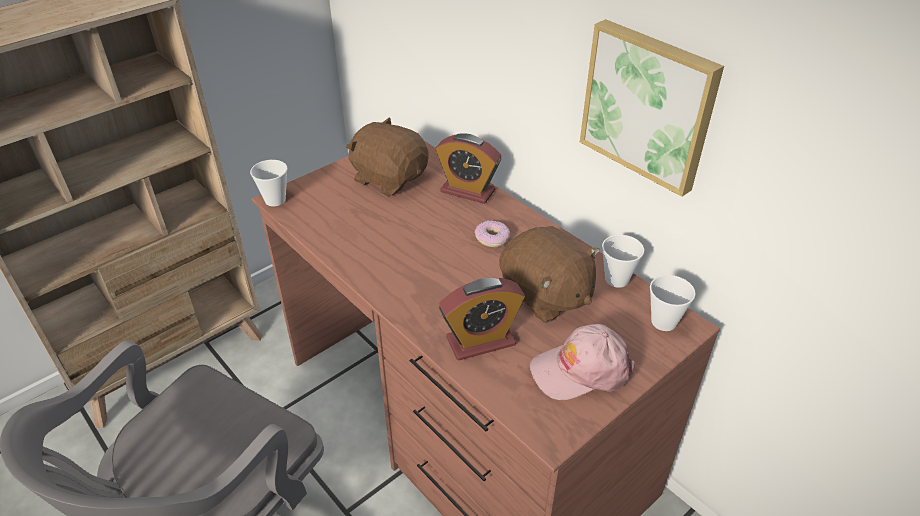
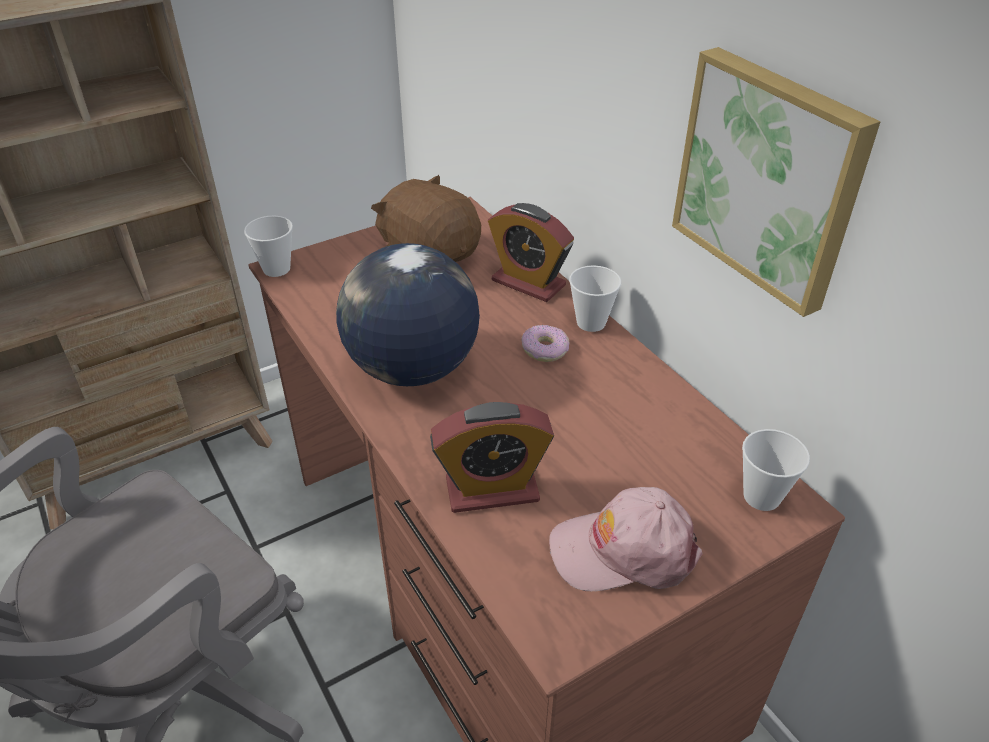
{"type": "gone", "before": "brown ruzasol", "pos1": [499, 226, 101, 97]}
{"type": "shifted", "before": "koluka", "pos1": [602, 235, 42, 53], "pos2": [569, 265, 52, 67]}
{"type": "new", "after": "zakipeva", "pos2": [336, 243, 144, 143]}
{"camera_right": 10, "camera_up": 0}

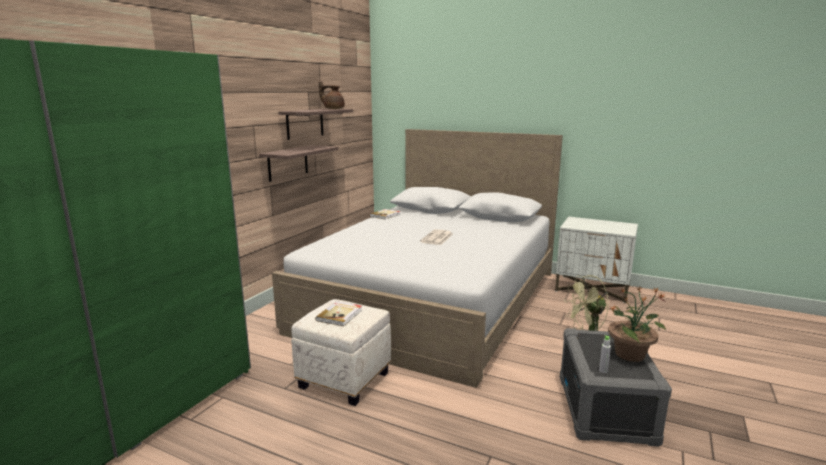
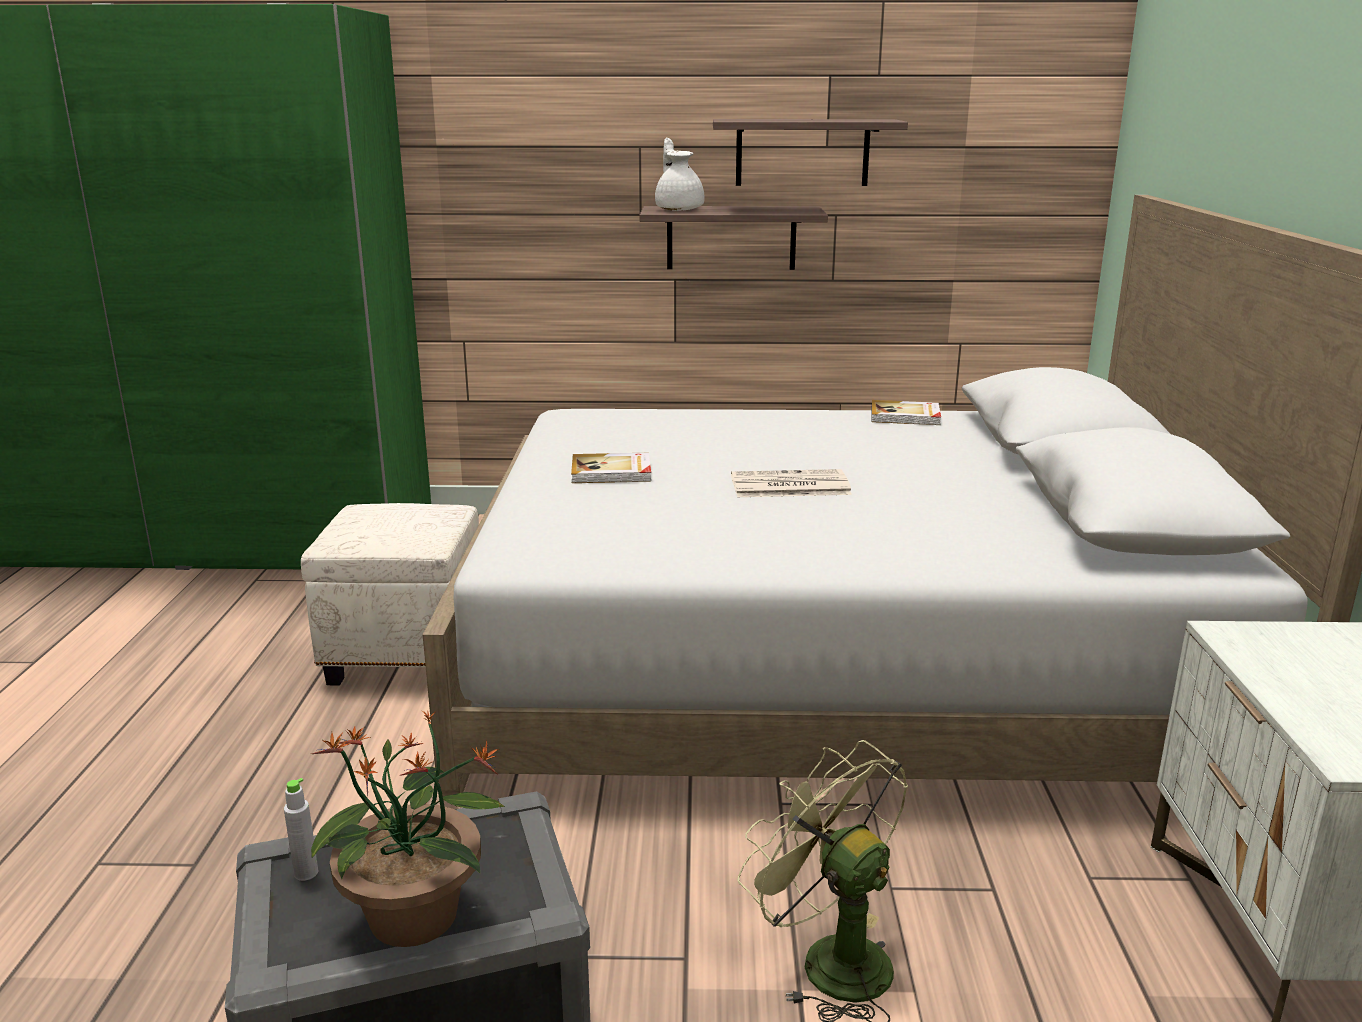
{"type": "shifted", "before": "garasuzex", "pos1": [315, 301, 47, 25], "pos2": [571, 453, 80, 30]}
{"type": "gone", "before": "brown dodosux", "pos1": [319, 81, 26, 28]}
{"type": "new", "after": "white dodosux", "pos2": [655, 138, 50, 73]}
{"camera_right": 65, "camera_up": 5}

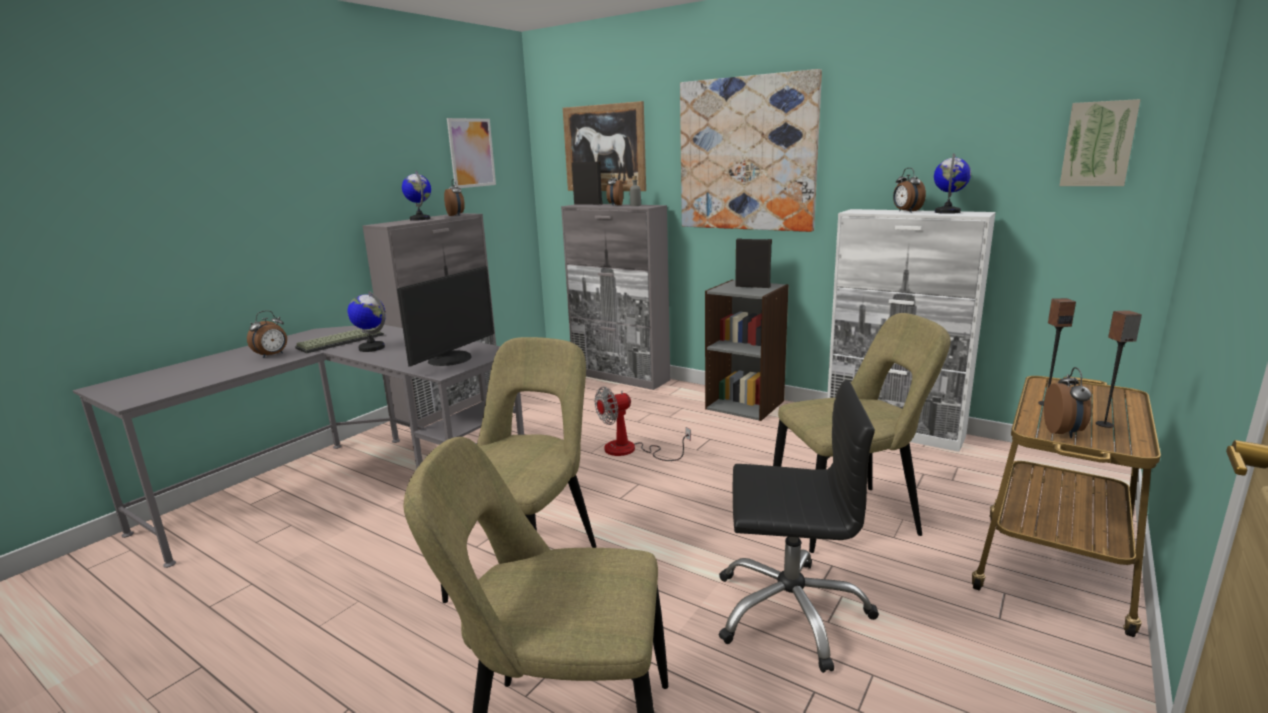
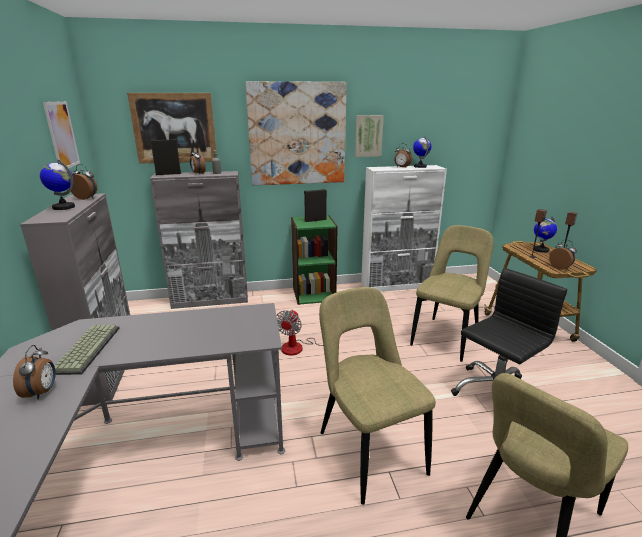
{"type": "shifted", "before": "zakipeva", "pos1": [347, 291, 38, 61], "pos2": [534, 216, 23, 37]}
{"type": "gone", "before": "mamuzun", "pos1": [397, 266, 97, 101]}
{"type": "repainted", "before": "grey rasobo", "after": "green rasobo", "pos1": [705, 280, 84, 141], "pos2": [291, 215, 47, 90]}
{"type": "shifted", "before": "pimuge", "pos1": [1059, 99, 82, 87], "pos2": [355, 115, 29, 42]}
{"camera_right": -45, "camera_up": 5}

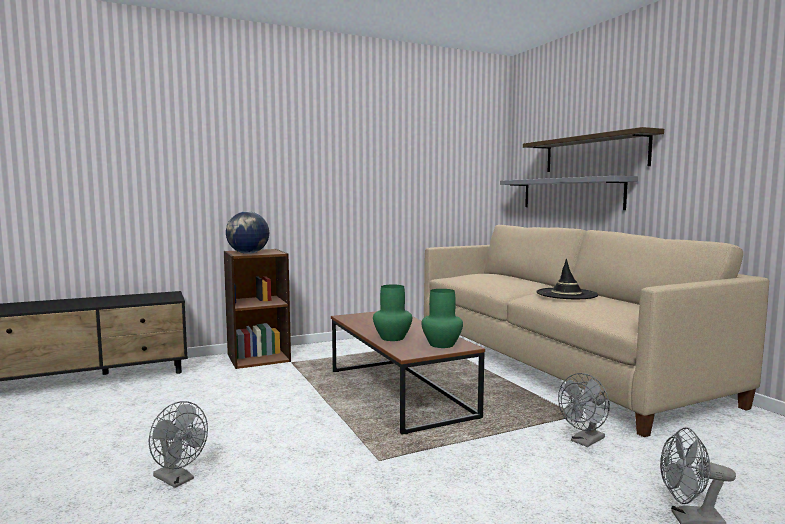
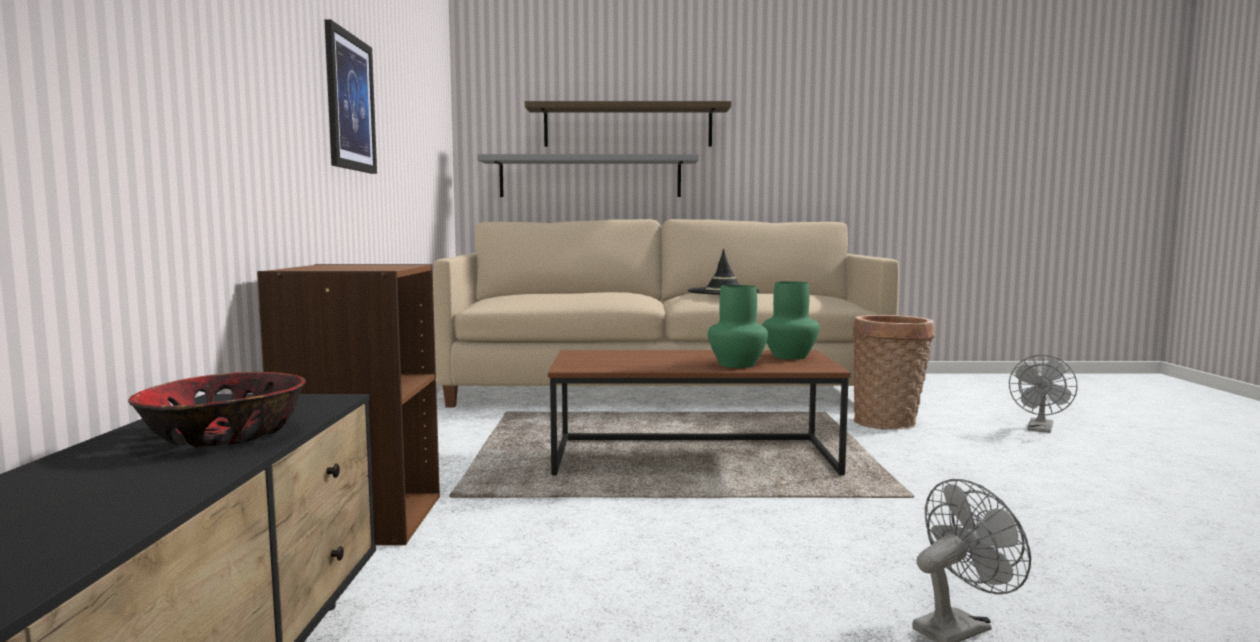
{"type": "gone", "before": "zakipeva", "pos1": [226, 211, 43, 43]}
{"type": "swapped", "before": "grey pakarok", "after": "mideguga", "pos1": [558, 373, 52, 74], "pos2": [853, 315, 82, 114]}
{"type": "new", "after": "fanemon", "pos2": [128, 372, 178, 75]}
{"type": "new", "after": "pimuge", "pos2": [325, 19, 52, 155]}
{"camera_right": -65, "camera_up": 0}

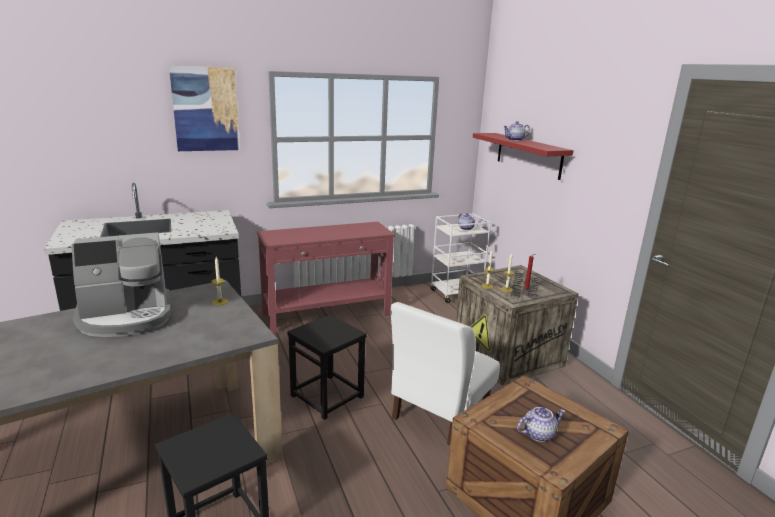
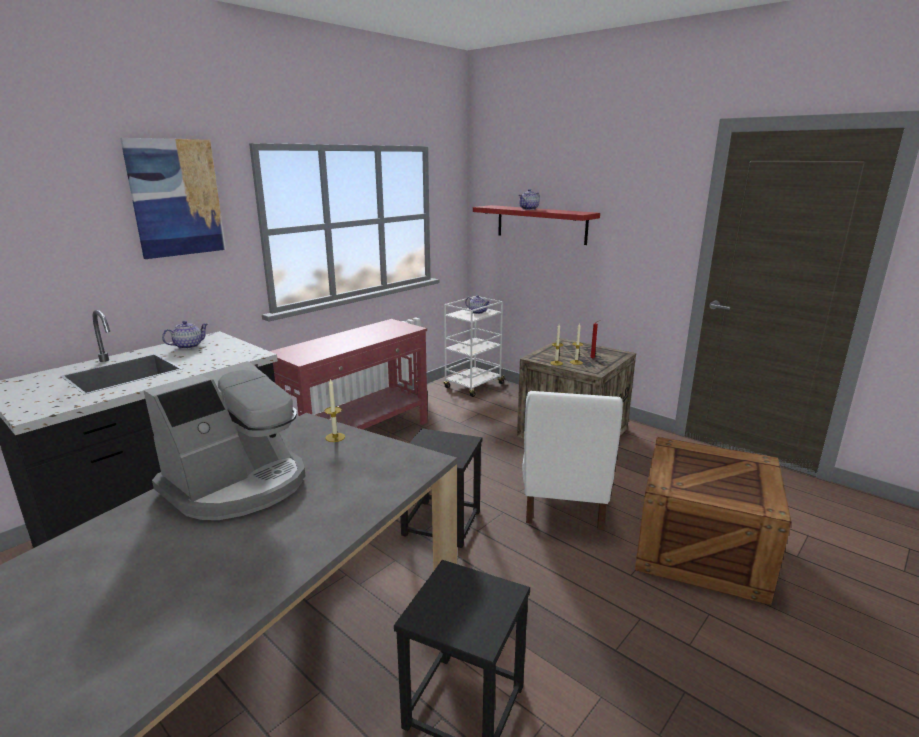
{"type": "shifted", "before": "dodosux", "pos1": [517, 407, 49, 35], "pos2": [162, 321, 46, 28]}
{"camera_right": -25, "camera_up": 0}

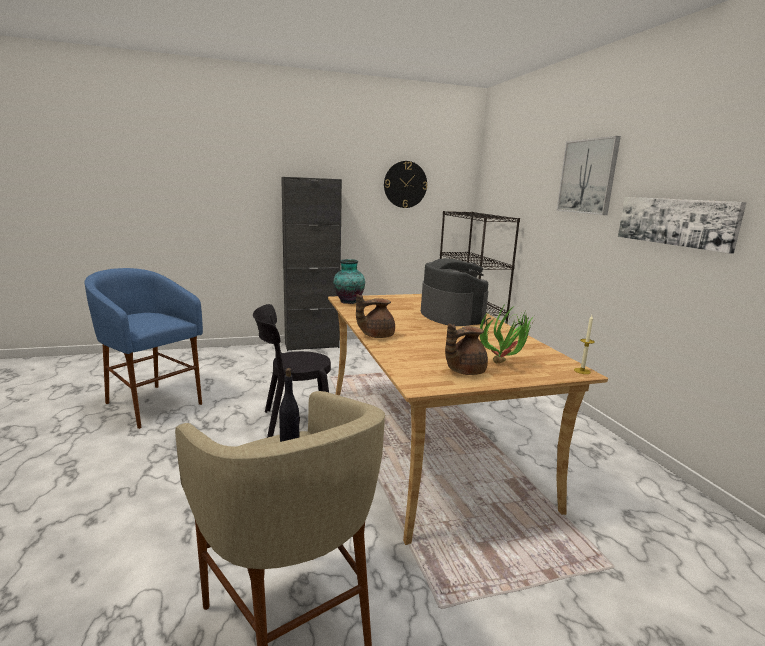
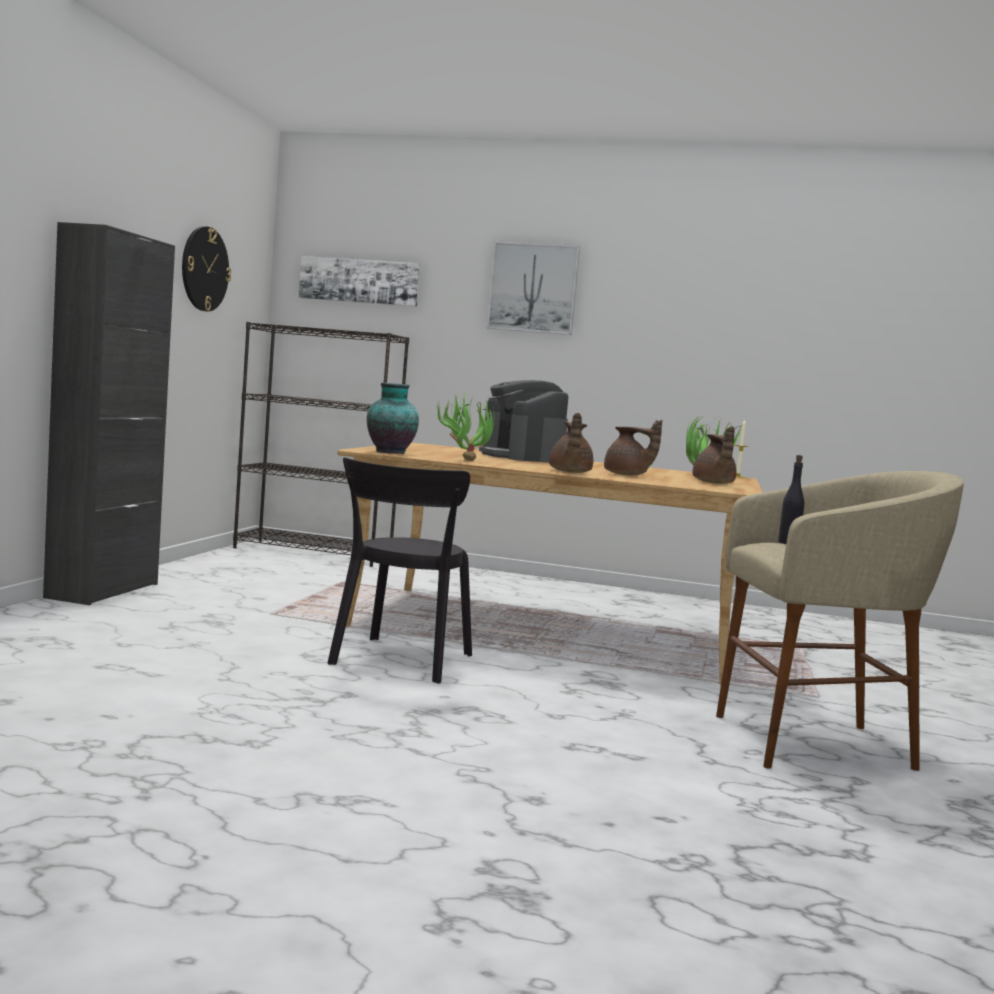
{"type": "gone", "before": "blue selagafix", "pos1": [84, 268, 119, 161]}
{"type": "rotated", "before": "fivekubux", "pos1": [421, 258, 67, 68], "pos2": [479, 380, 89, 83], "turn": -120}
{"type": "shifted", "before": "pimuge", "pos1": [618, 197, 129, 56], "pos2": [299, 256, 121, 51]}
{"type": "new", "after": "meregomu", "pos2": [436, 393, 58, 68]}
{"type": "new", "after": "brown dodosux", "pos2": [604, 420, 58, 55]}
{"camera_right": -60, "camera_up": -10}

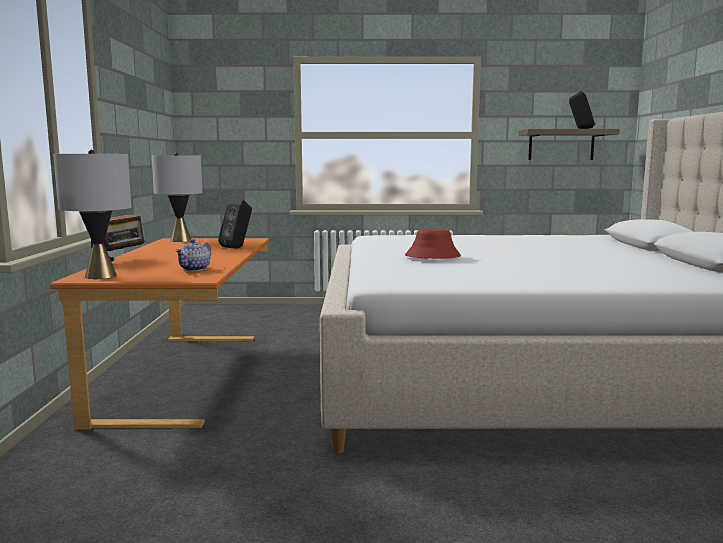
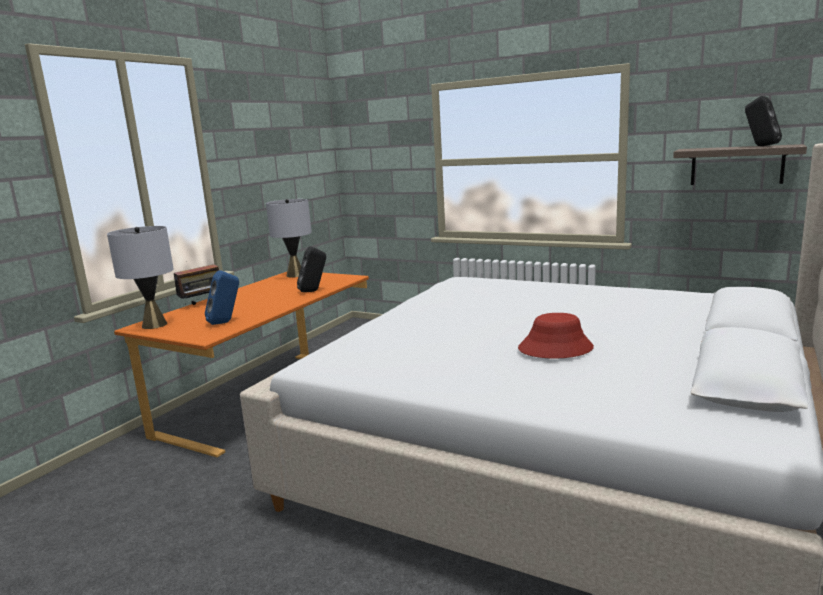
{"type": "swapped", "before": "dodosux", "after": "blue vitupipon", "pos1": [175, 239, 36, 32], "pos2": [205, 270, 34, 55]}
{"type": "shifted", "before": "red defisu", "pos1": [405, 229, 56, 30], "pos2": [518, 313, 76, 46]}
{"camera_right": 30, "camera_up": 5}

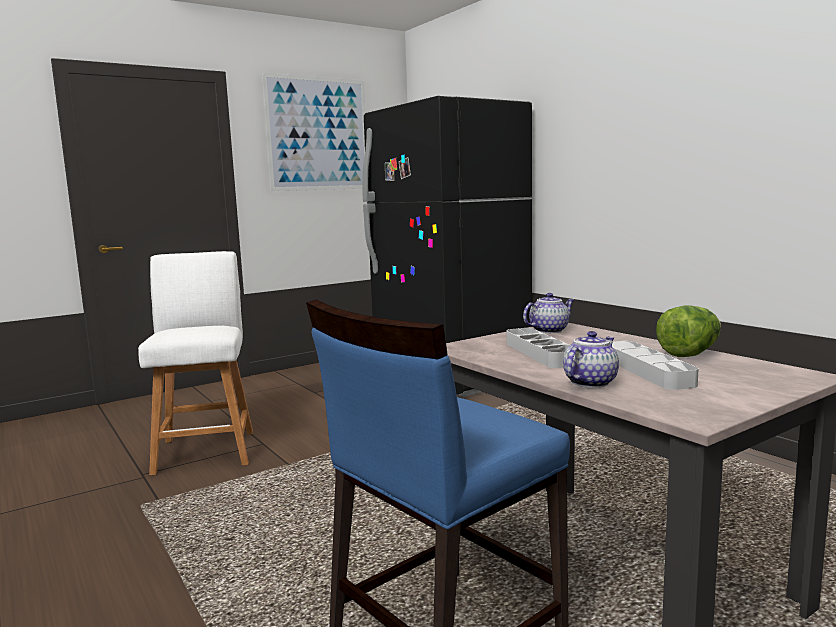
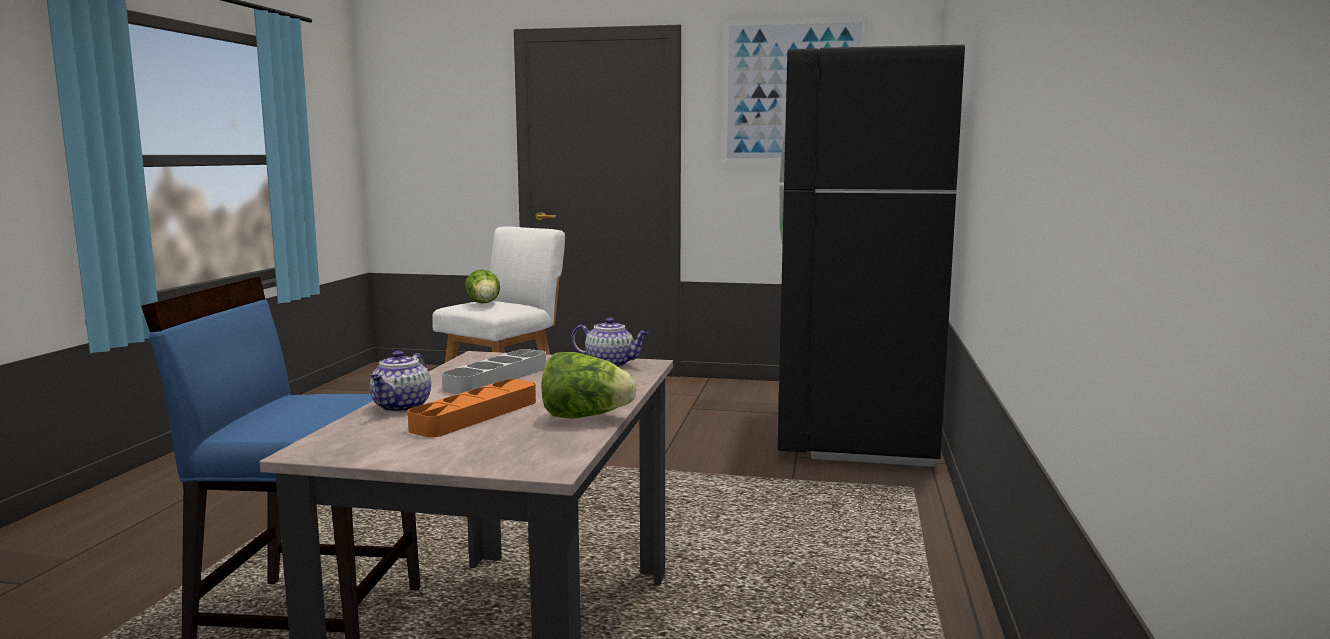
{"type": "rotated", "before": "dodosux", "pos1": [563, 331, 56, 57], "pos2": [370, 351, 61, 61], "turn": 105}
{"type": "repainted", "before": "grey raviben", "after": "orange raviben", "pos1": [612, 341, 87, 49], "pos2": [408, 379, 128, 58]}
{"type": "new", "after": "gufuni", "pos2": [465, 270, 35, 34]}
{"camera_right": 45, "camera_up": 0}

